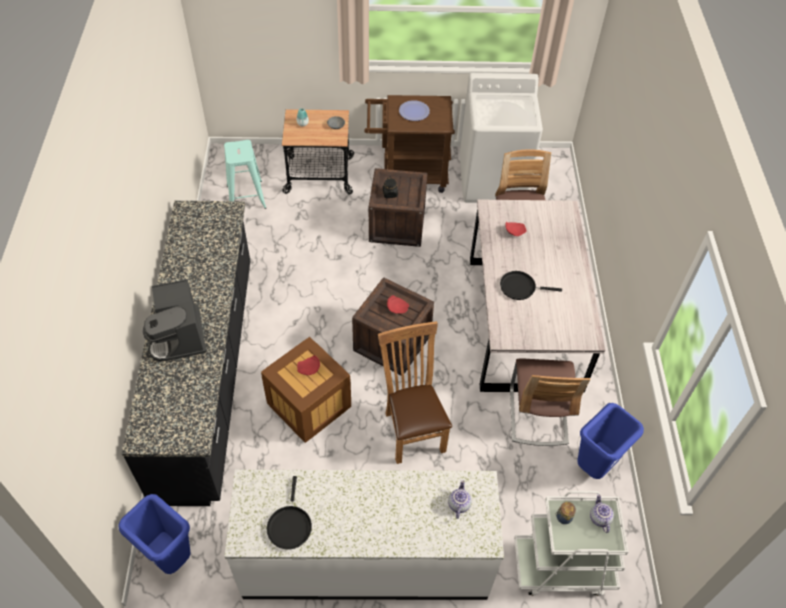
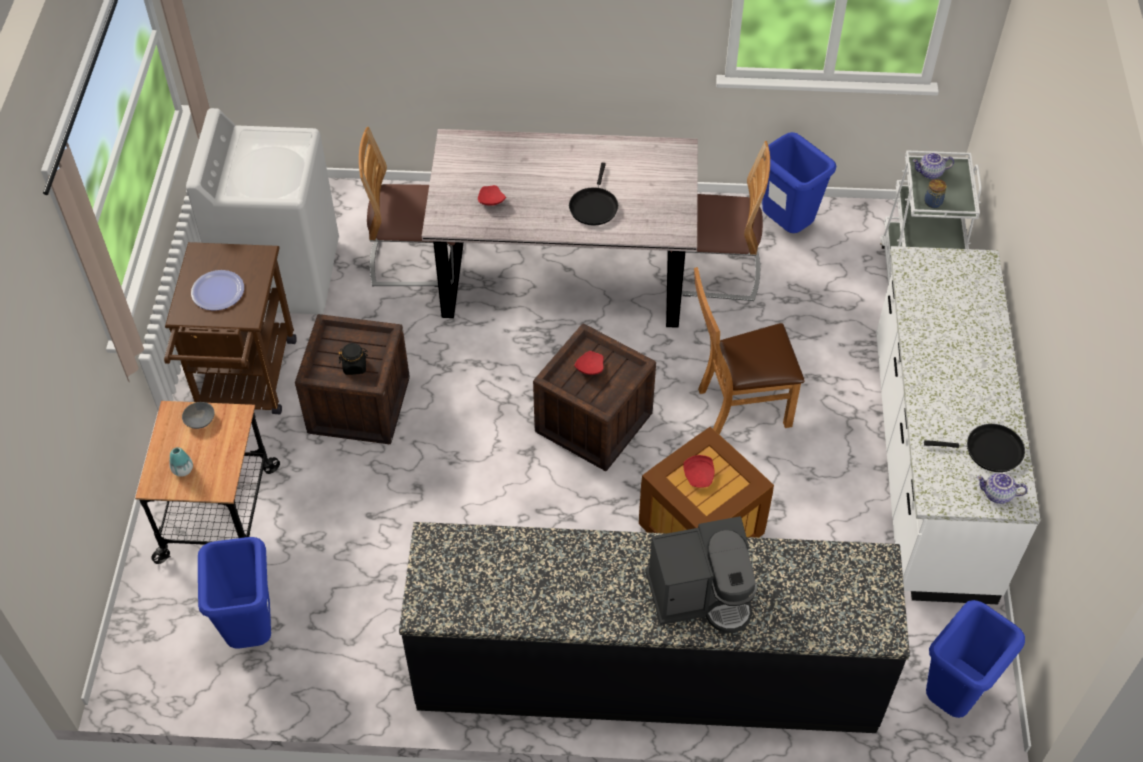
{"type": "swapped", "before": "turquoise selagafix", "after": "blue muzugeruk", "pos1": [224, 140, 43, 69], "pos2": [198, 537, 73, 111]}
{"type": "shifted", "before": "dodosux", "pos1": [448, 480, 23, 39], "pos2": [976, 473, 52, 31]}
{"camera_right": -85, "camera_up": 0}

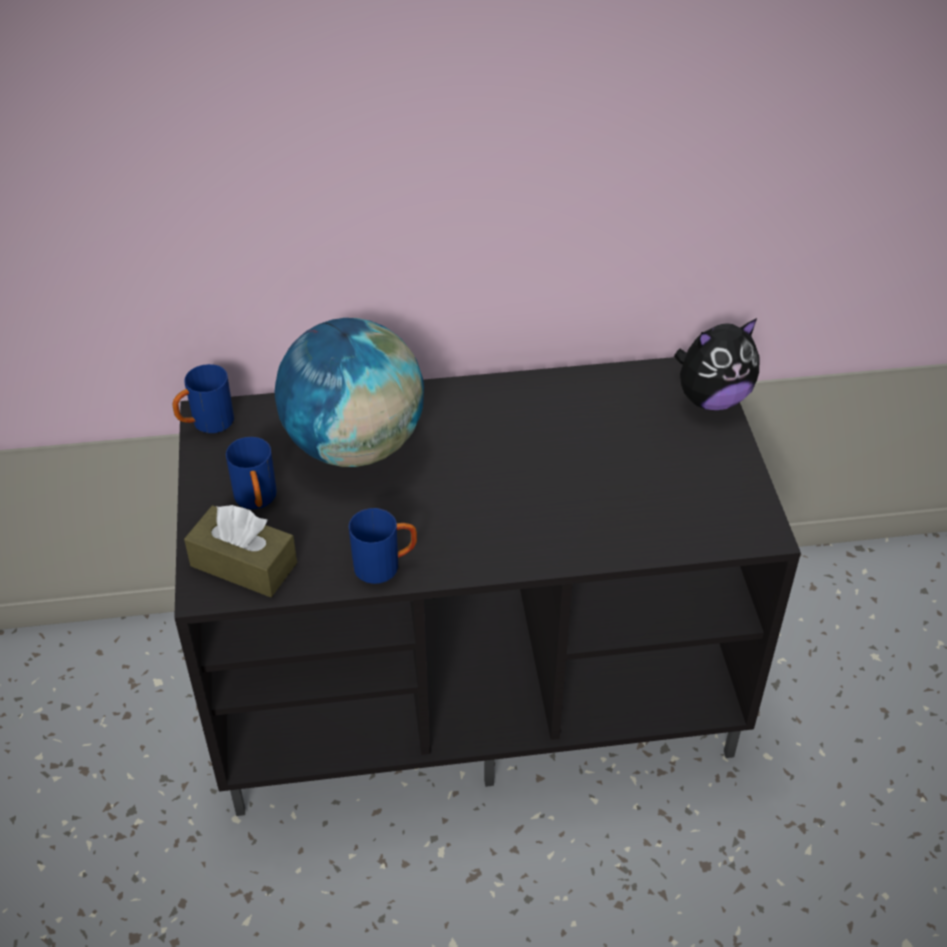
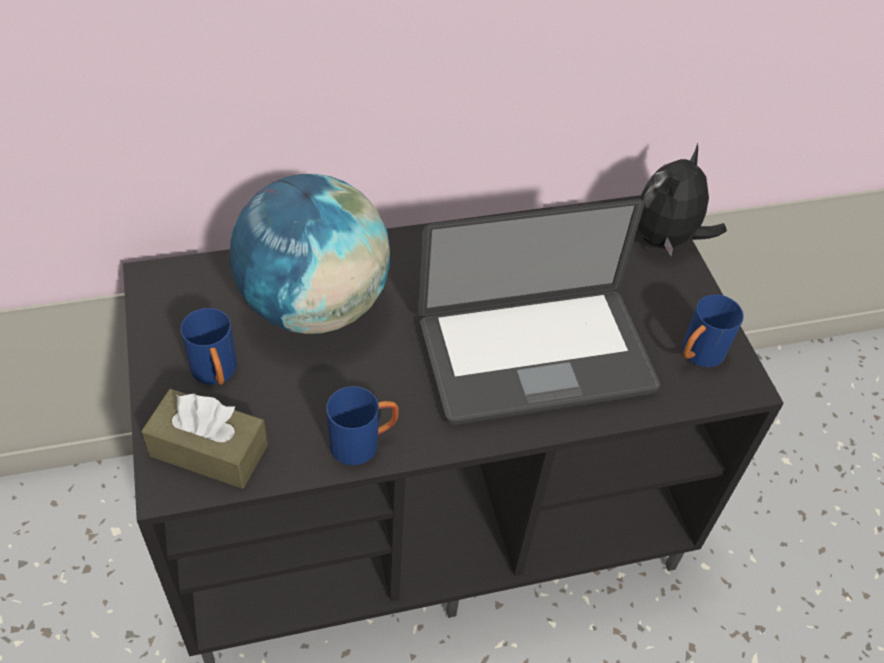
{"type": "shifted", "before": "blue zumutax", "pos1": [173, 364, 61, 69], "pos2": [682, 294, 62, 73]}
{"type": "rotated", "before": "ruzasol", "pos1": [674, 318, 85, 92], "pos2": [638, 143, 89, 113], "turn": 150}
{"type": "new", "after": "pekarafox", "pos2": [418, 199, 242, 226]}
{"camera_right": -10, "camera_up": 5}

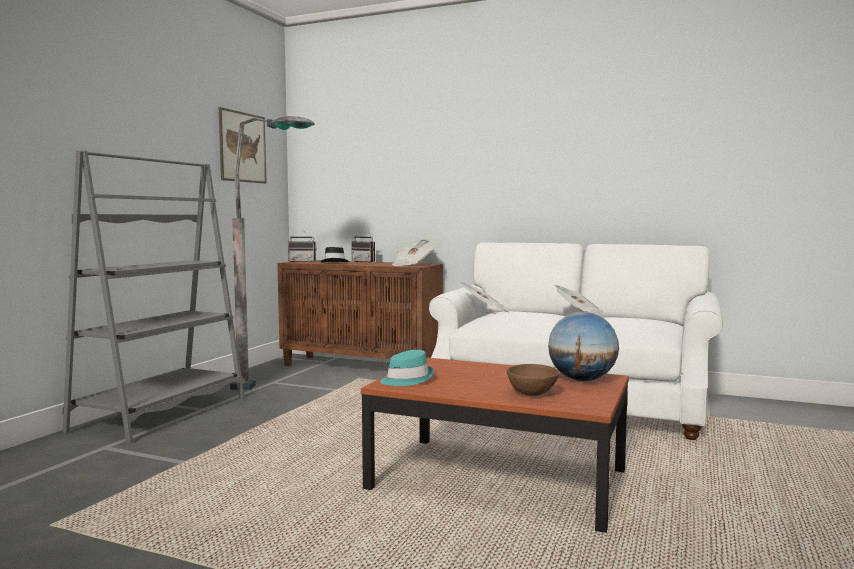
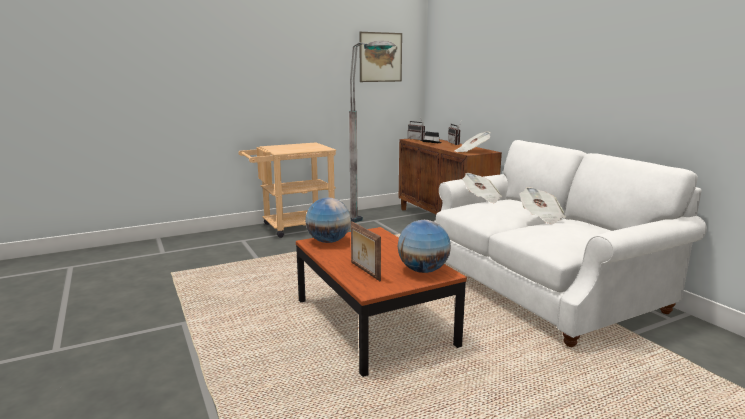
{"type": "swapped", "before": "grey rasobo", "after": "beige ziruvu", "pos1": [62, 150, 182, 293], "pos2": [238, 142, 98, 96]}
{"type": "swapped", "before": "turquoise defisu", "after": "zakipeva", "pos1": [380, 350, 54, 36], "pos2": [305, 198, 46, 45]}
{"type": "swapped", "before": "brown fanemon", "after": "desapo", "pos1": [507, 364, 53, 32], "pos2": [351, 221, 30, 60]}
{"camera_right": 40, "camera_up": 10}

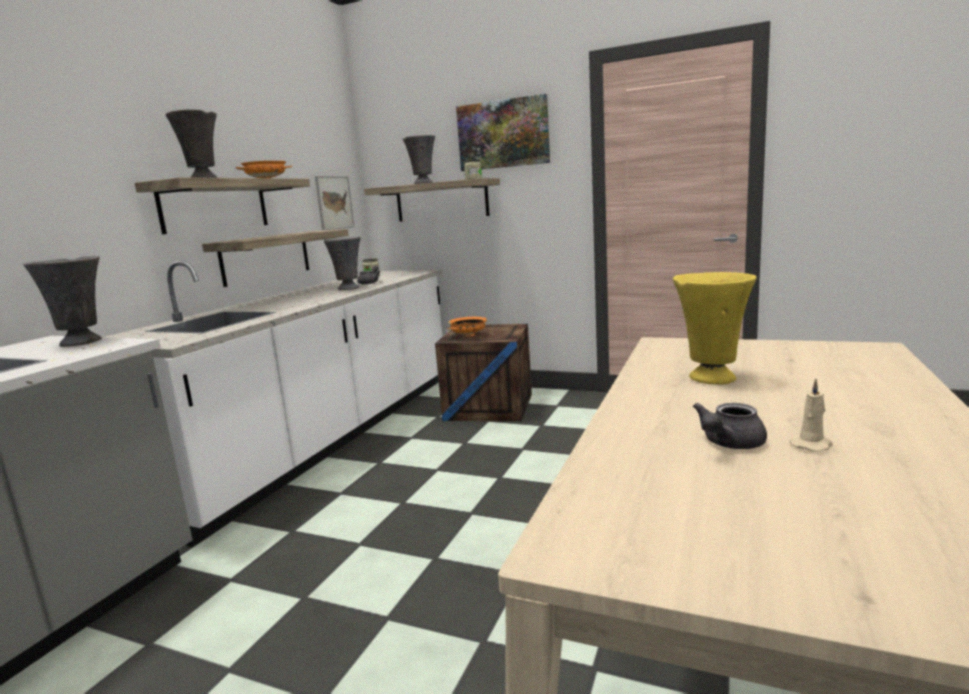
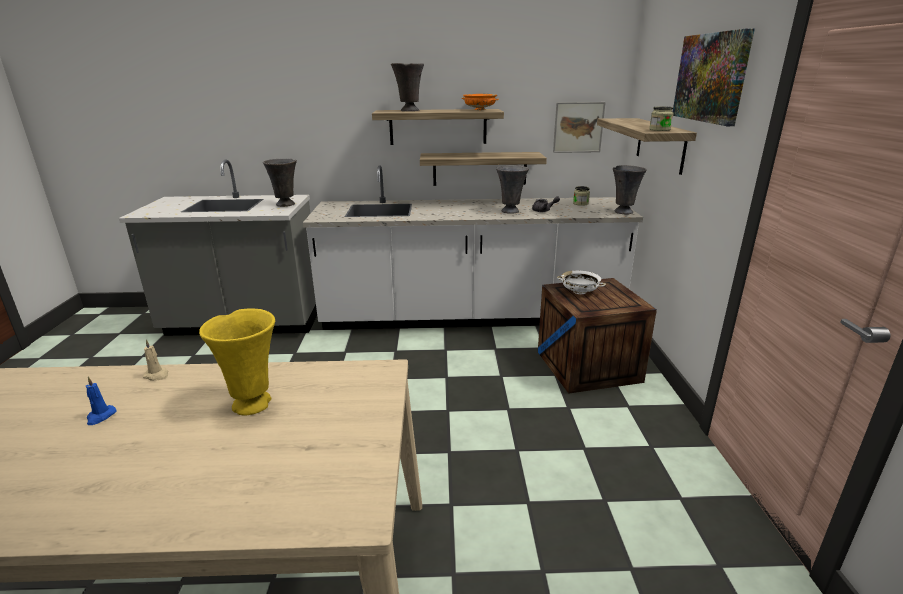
{"type": "shifted", "before": "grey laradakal", "pos1": [402, 135, 33, 49], "pos2": [613, 165, 34, 49]}
{"type": "repainted", "before": "orange fanemon", "after": "white fanemon", "pos1": [447, 317, 40, 20], "pos2": [557, 271, 49, 23]}
{"type": "swapped", "before": "grey dodosux", "after": "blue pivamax", "pos1": [693, 403, 74, 46], "pos2": [86, 377, 31, 48]}
{"type": "shifted", "before": "beige pivamax", "pos1": [789, 379, 44, 73], "pos2": [143, 340, 25, 41]}
{"camera_right": 65, "camera_up": 10}

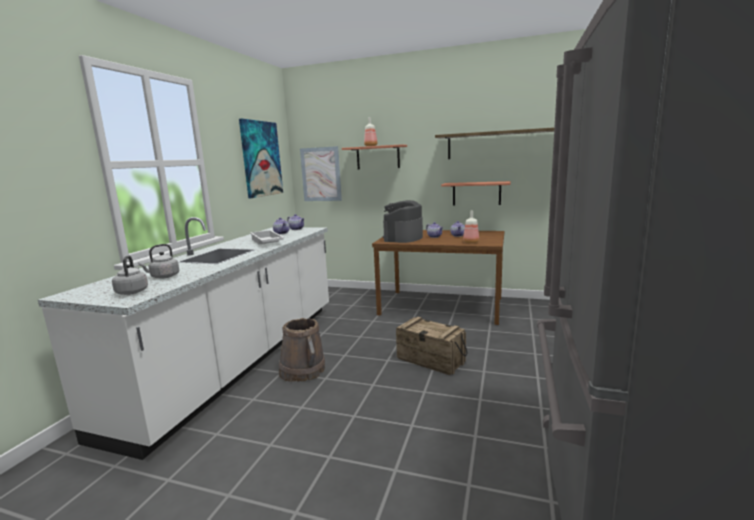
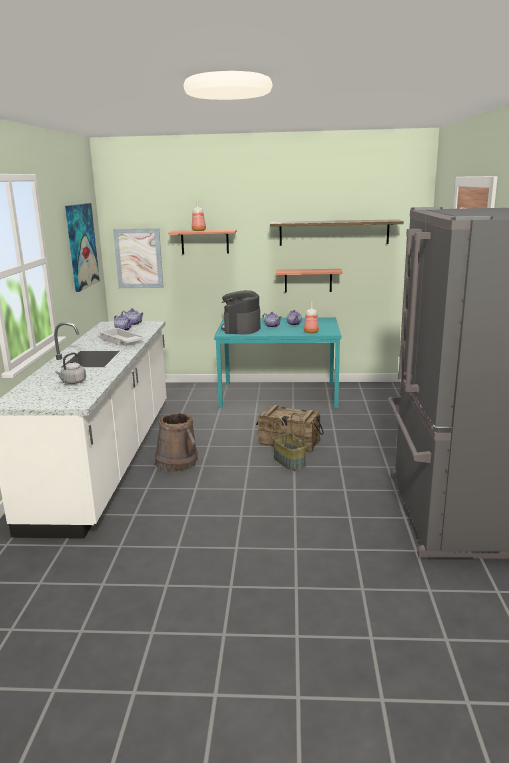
{"type": "gone", "before": "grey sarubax", "pos1": [112, 255, 36, 40]}
{"type": "repainted", "before": "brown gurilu", "after": "turquoise gurilu", "pos1": [372, 230, 132, 95], "pos2": [214, 317, 127, 91]}
{"type": "new", "after": "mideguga", "pos2": [273, 413, 34, 58]}
{"camera_right": -15, "camera_up": 5}

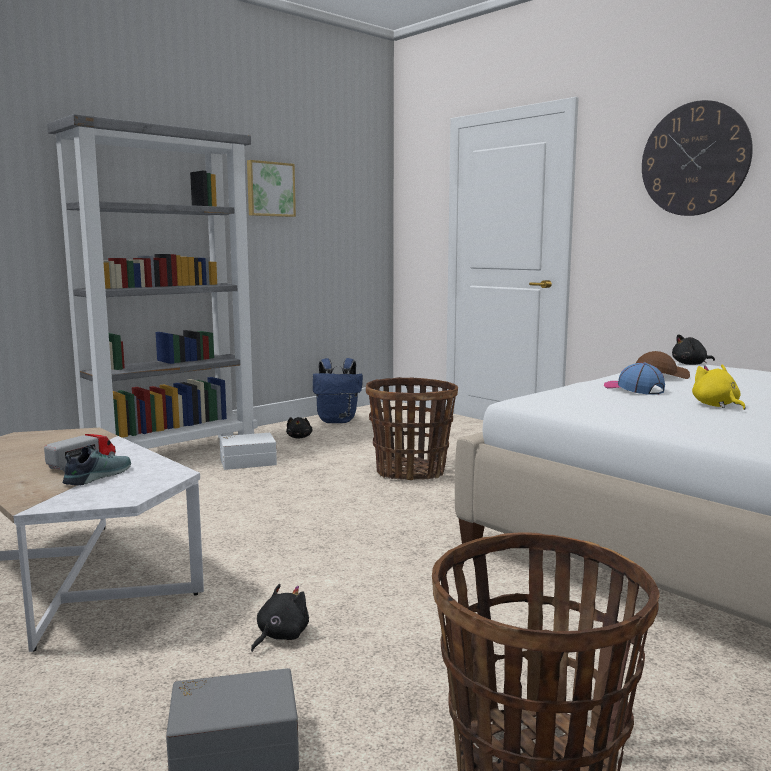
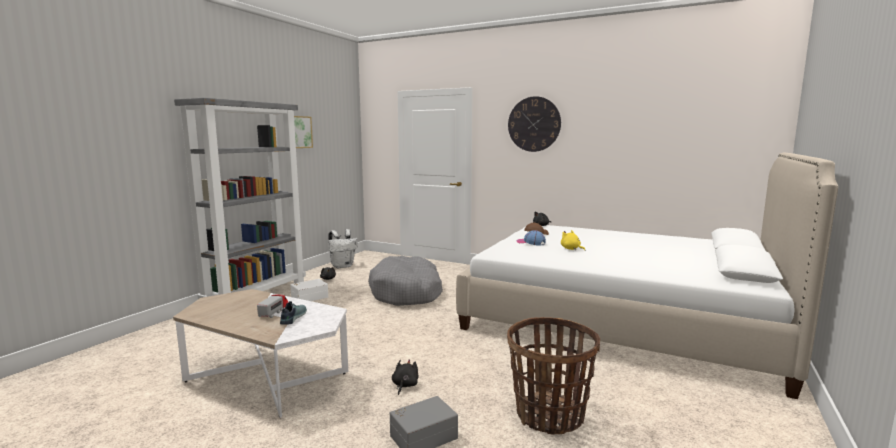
{"type": "repainted", "before": "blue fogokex", "after": "white fogokex", "pos1": [313, 358, 50, 65], "pos2": [328, 229, 30, 39]}
{"type": "swapped", "before": "mideguga", "after": "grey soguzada", "pos1": [366, 377, 92, 103], "pos2": [368, 256, 75, 50]}
{"camera_right": -20, "camera_up": 0}

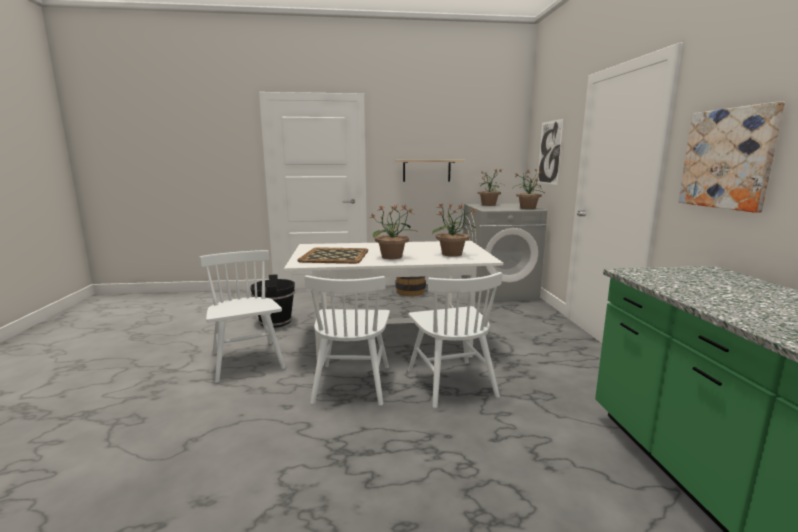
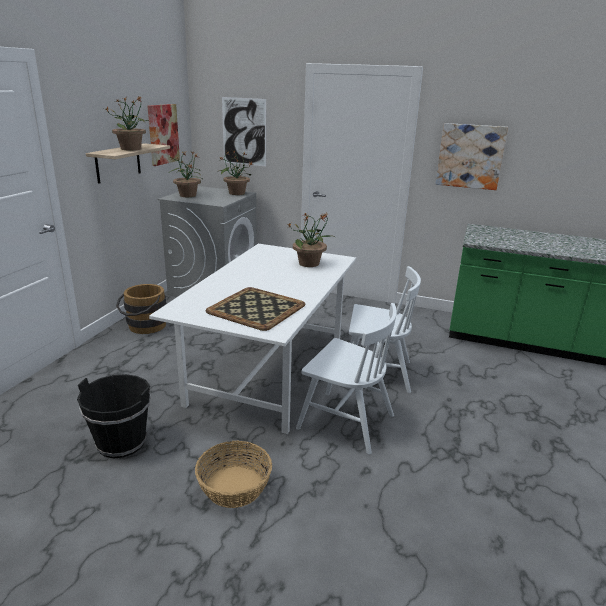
{"type": "swapped", "before": "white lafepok", "after": "mideguga", "pos1": [199, 250, 86, 133], "pos2": [195, 440, 77, 68]}
{"type": "shifted", "before": "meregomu", "pos1": [371, 205, 45, 54], "pos2": [106, 96, 44, 54]}
{"type": "new", "after": "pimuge", "pos2": [147, 104, 33, 62]}
{"camera_right": -65, "camera_up": 10}

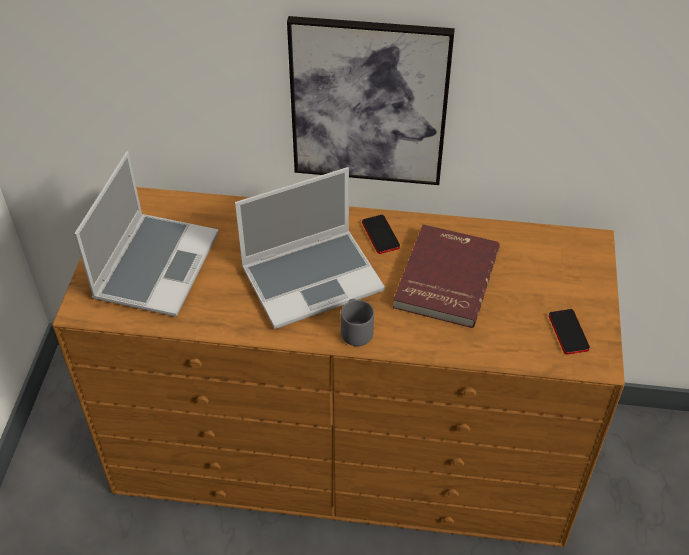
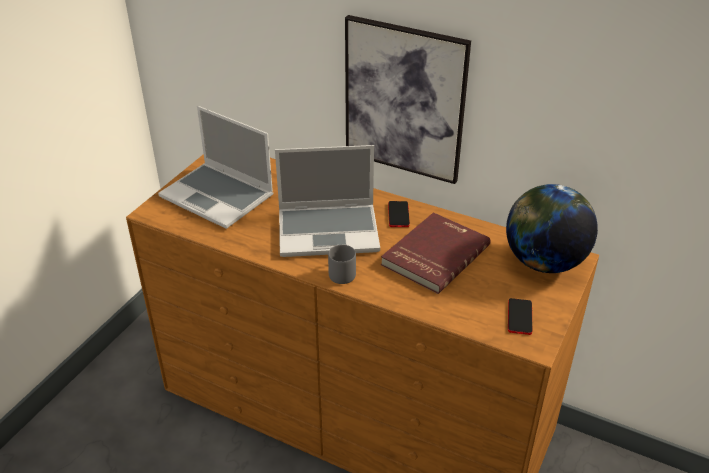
{"type": "rotated", "before": "pekarafox", "pos1": [74, 151, 145, 166], "pos2": [158, 106, 116, 123], "turn": 90}
{"type": "new", "after": "zakipeva", "pos2": [506, 184, 92, 89]}
{"camera_right": 20, "camera_up": -10}

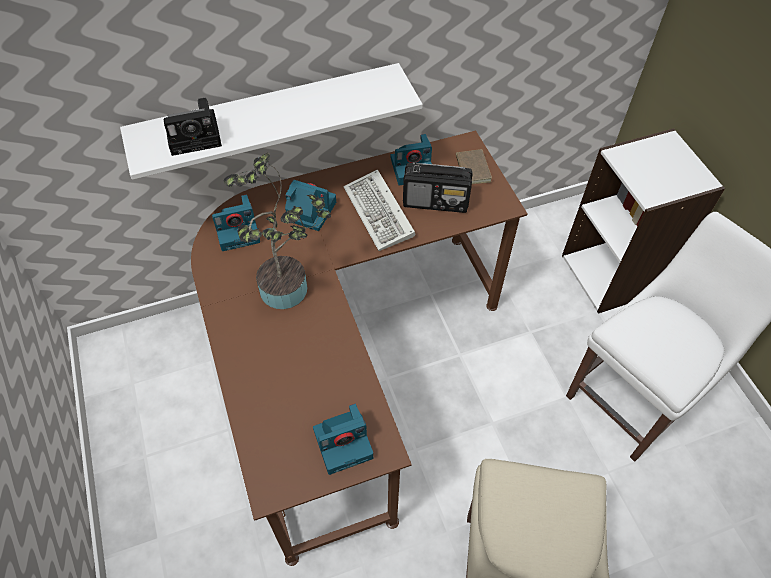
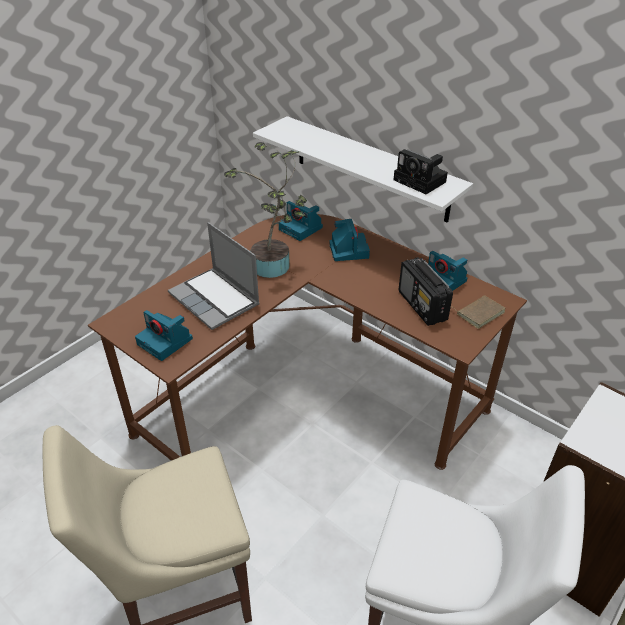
{"type": "shifted", "before": "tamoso", "pos1": [164, 98, 58, 58], "pos2": [394, 149, 54, 45]}
{"type": "gone", "before": "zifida", "pos1": [344, 169, 71, 82]}
{"type": "new", "after": "pekarafox", "pos2": [168, 222, 92, 108]}
{"camera_right": 60, "camera_up": -15}

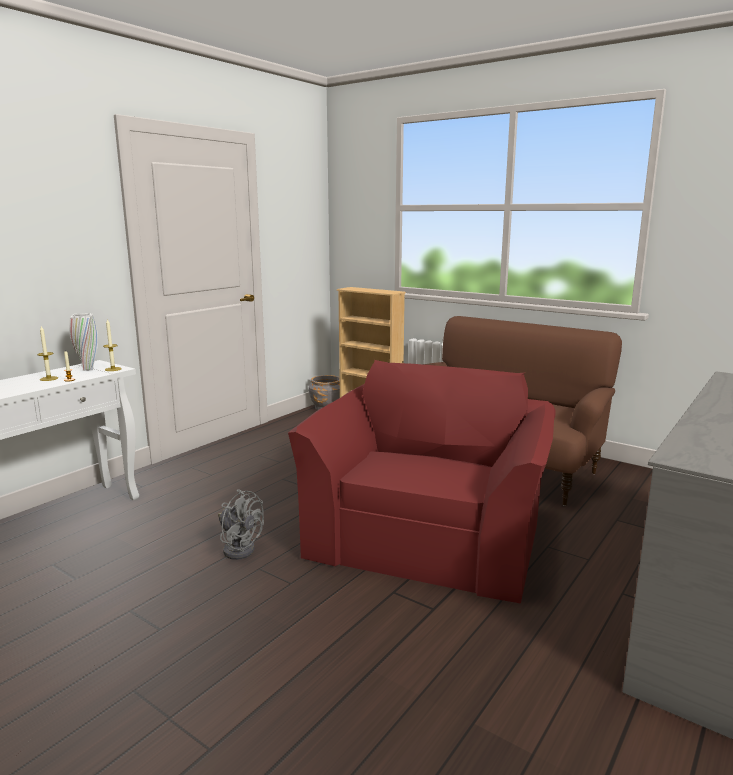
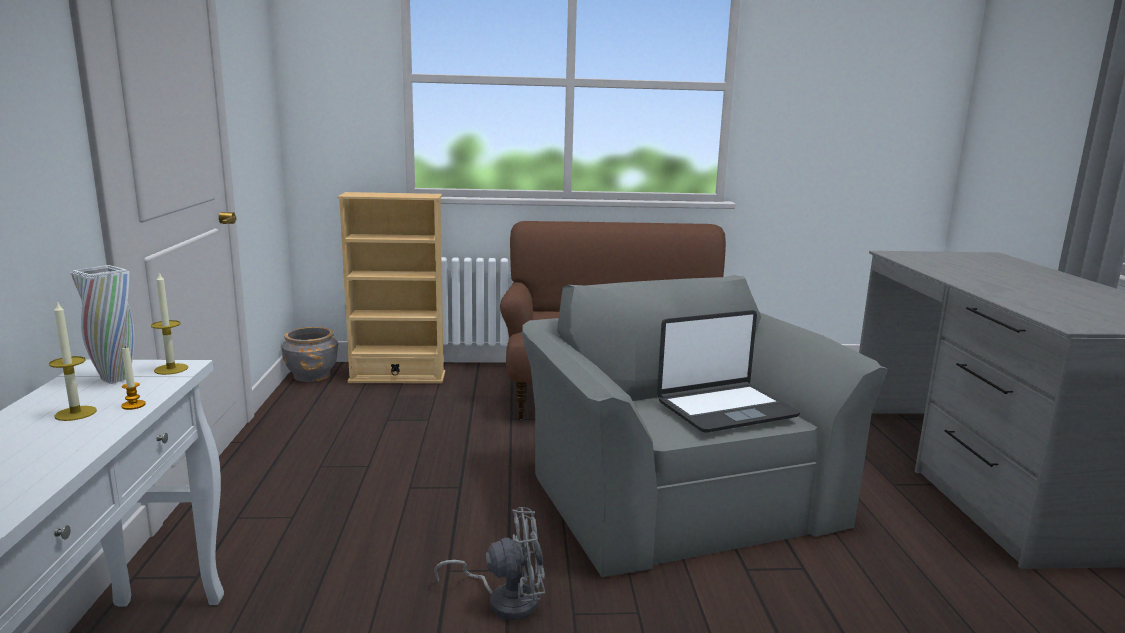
{"type": "repainted", "before": "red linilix", "after": "grey linilix", "pos1": [288, 360, 268, 244], "pos2": [522, 275, 366, 302]}
{"type": "new", "after": "pekarafox", "pos2": [657, 310, 143, 123]}
{"camera_right": -40, "camera_up": 0}

